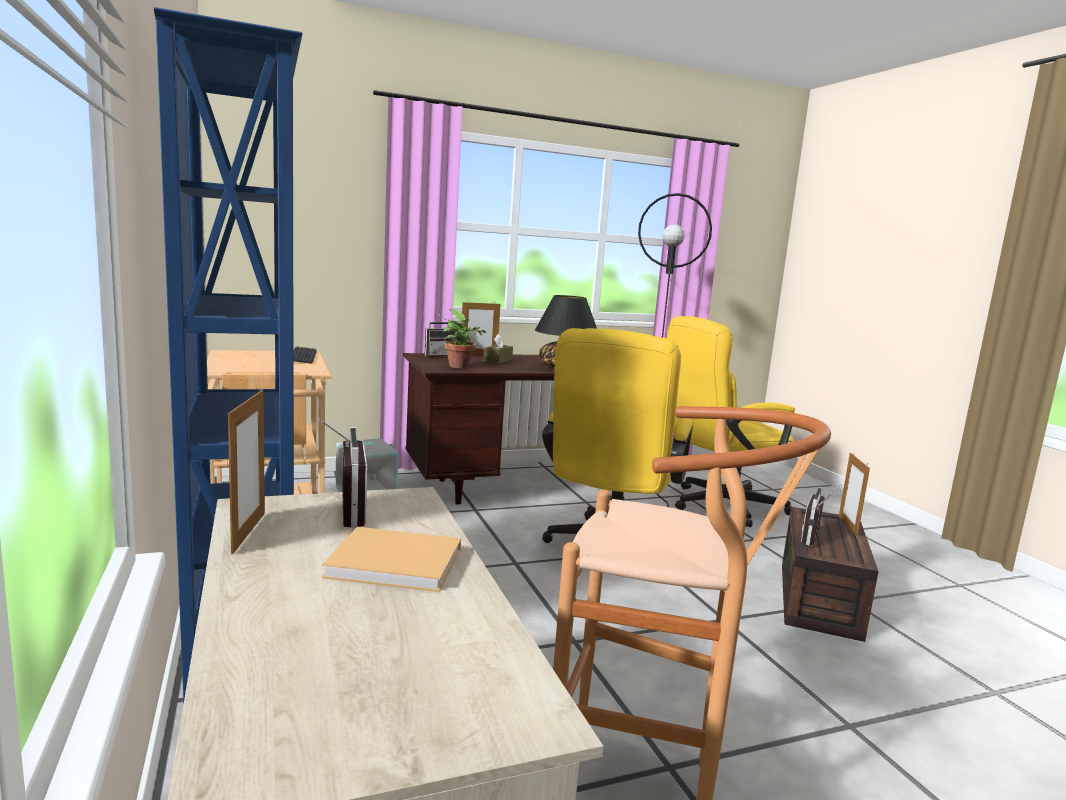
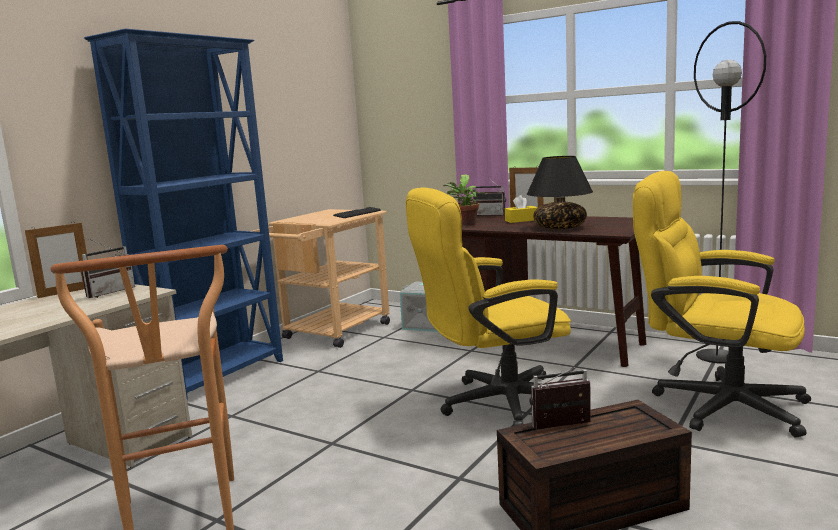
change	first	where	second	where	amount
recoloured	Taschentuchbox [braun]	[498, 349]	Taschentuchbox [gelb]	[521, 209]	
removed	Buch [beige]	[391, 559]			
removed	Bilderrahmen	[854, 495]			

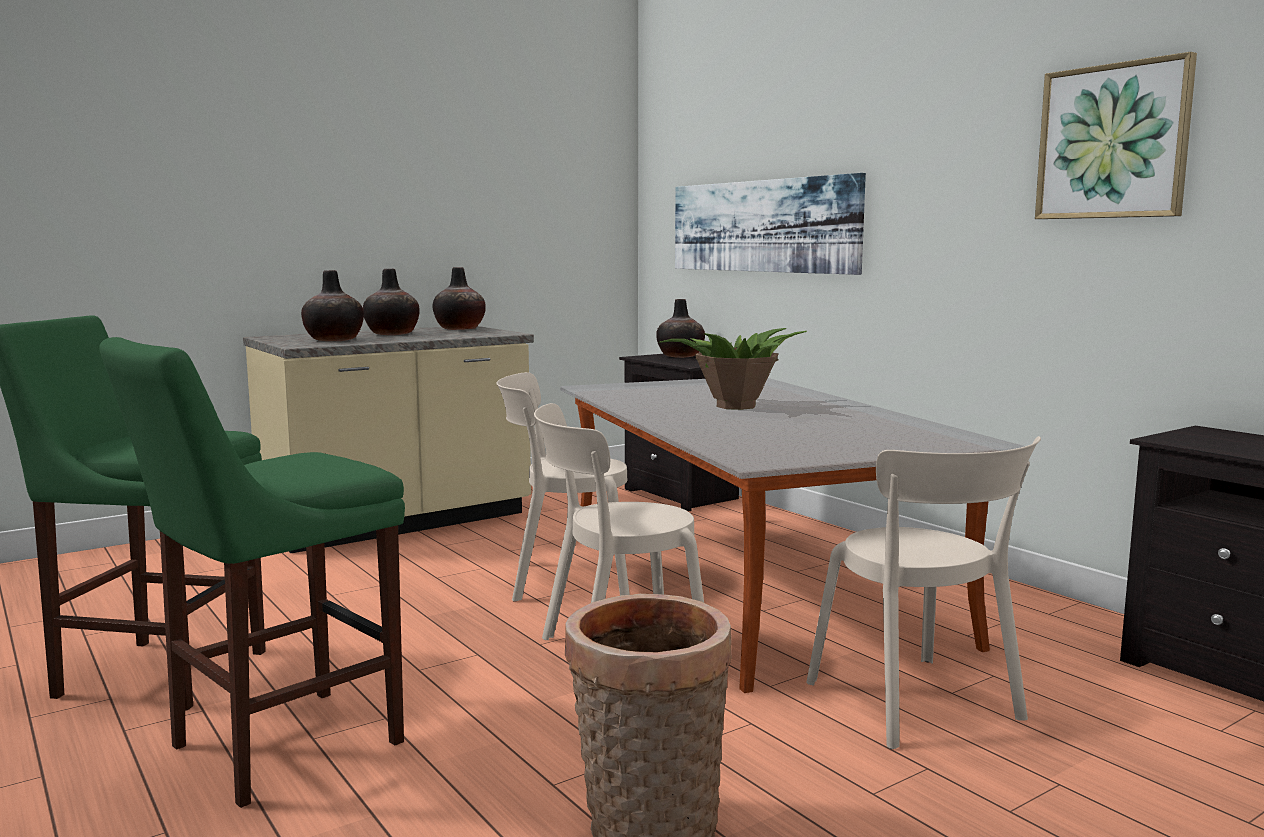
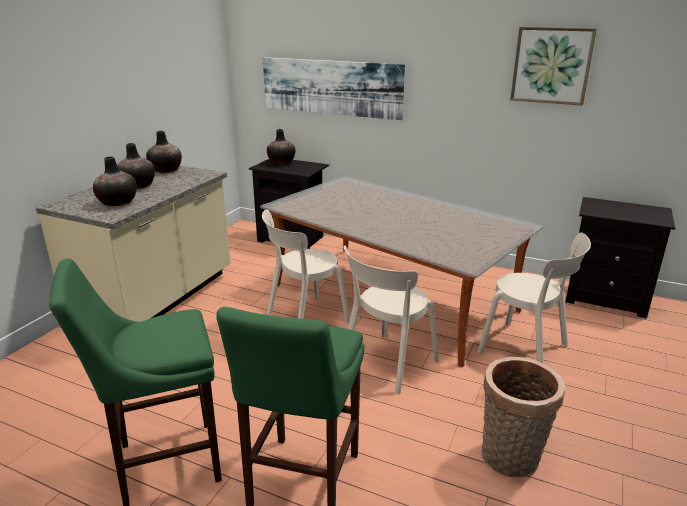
change	first	where	second	where	amount
removed	Topfpflanze	[732, 369]			

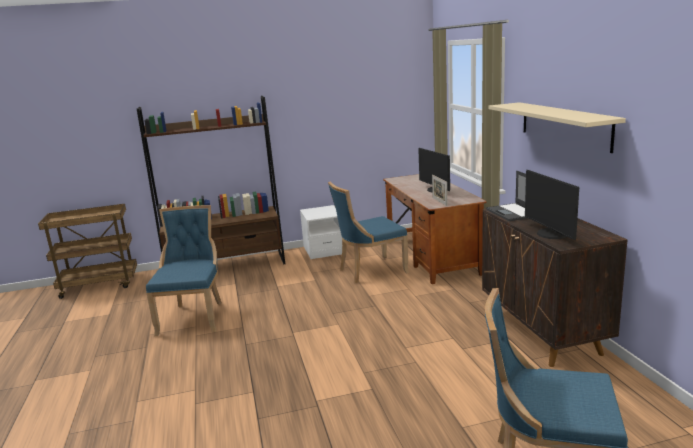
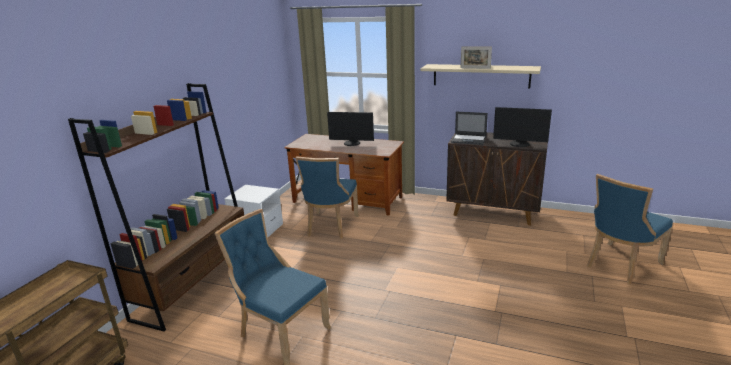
change	first	where	second	where	amount
moved	Bilderrahmen	[439, 190]		[476, 57]	

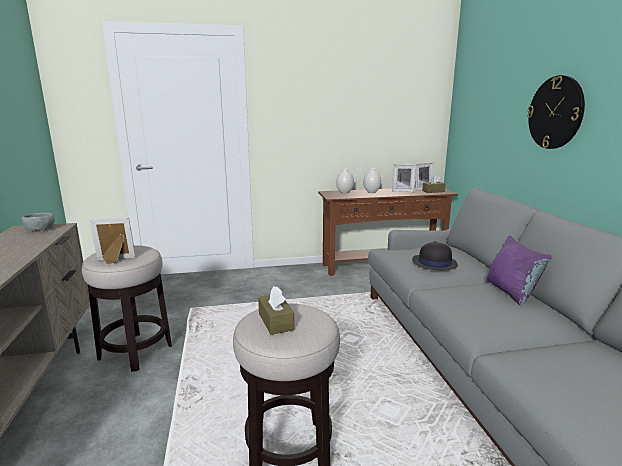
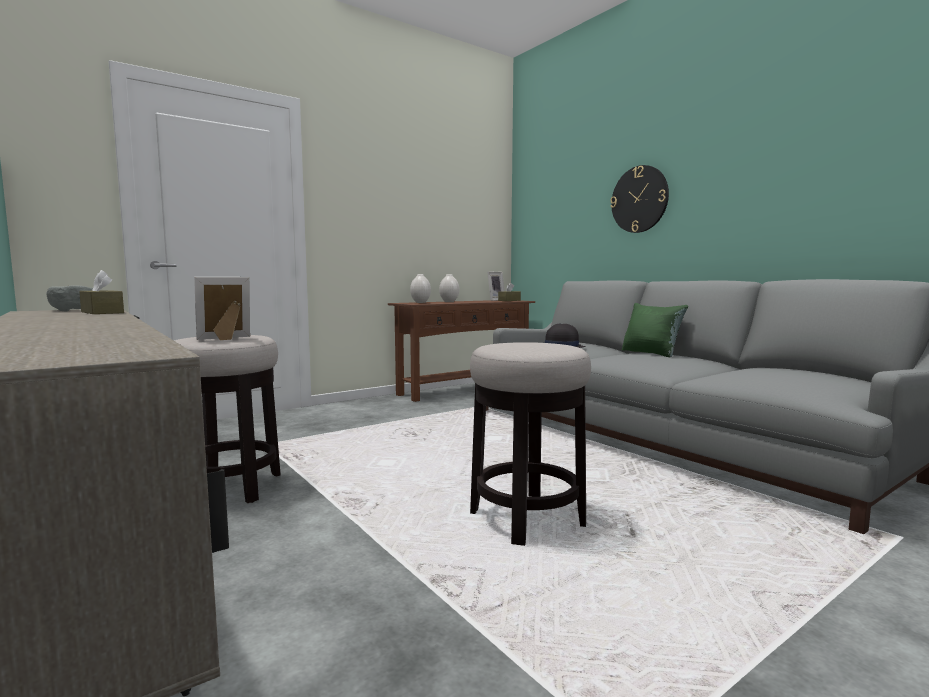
change	first	where	second	where	amount
moved	Taschentuchbox [braun]	[276, 310]		[101, 292]	
recoloured	Kissen [lila]	[519, 270]	Kissen [grün]	[655, 330]	
removed	Bilderrahmen	[404, 178]			

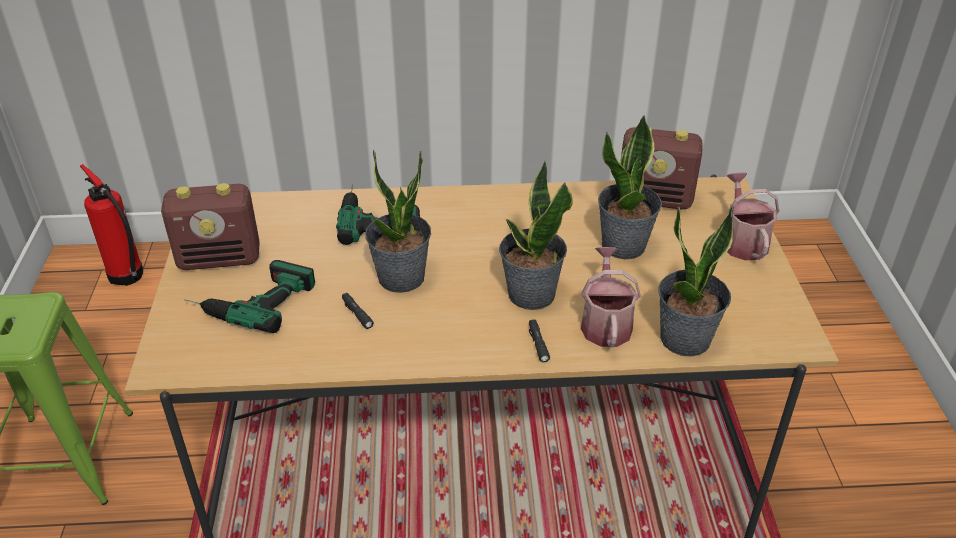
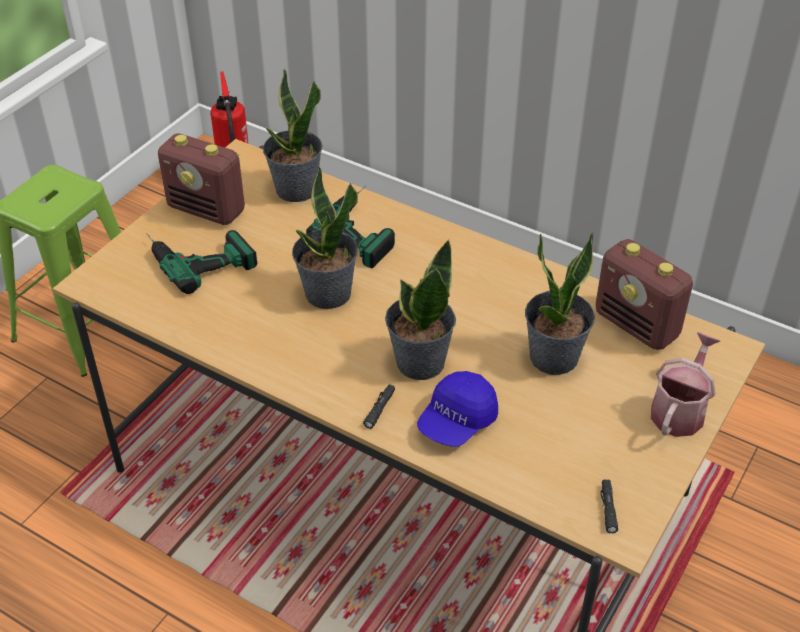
change	first	where	second	where	amount
moved	Topfpflanze	[696, 281]		[292, 135]	
replaced	Gießkanne	[611, 297]	Kappe [blau]	[457, 408]	
moved	Taschenlampe [schwarz]	[358, 311]		[609, 506]	

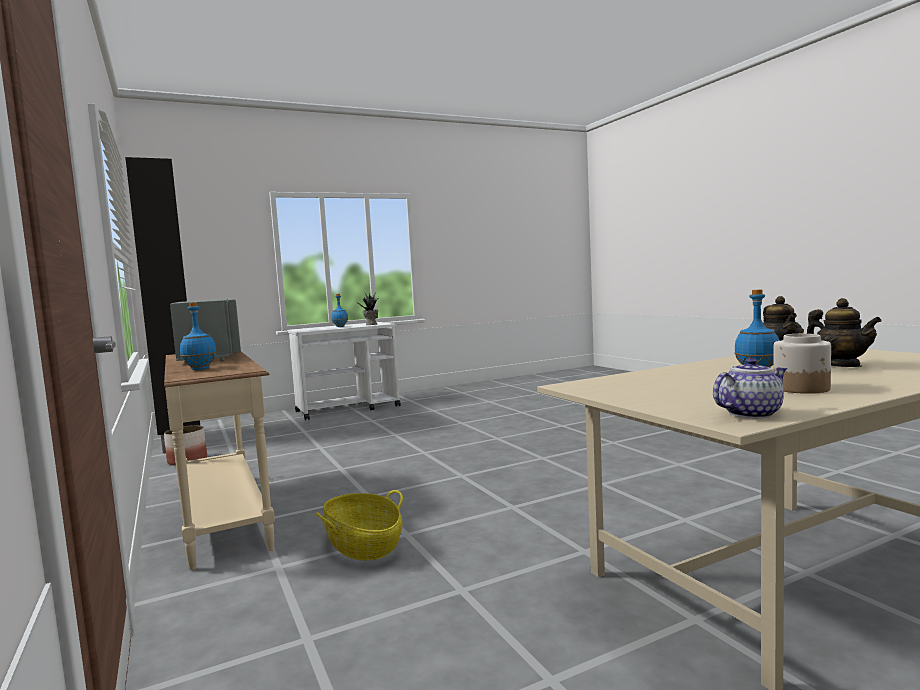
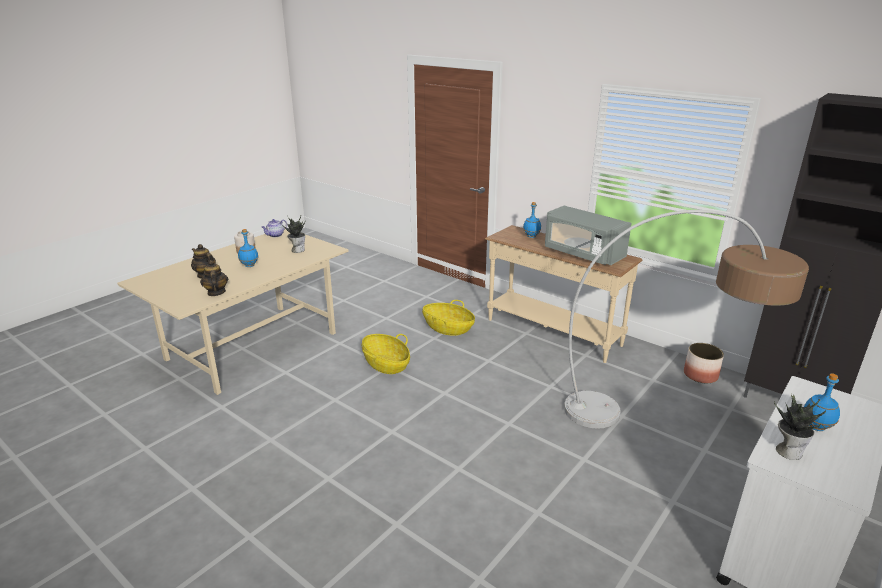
change	first	where	second	where	amount
added			Topfpflanze	[293, 234]	
added			Korb	[386, 354]	
added			Stehlampe	[686, 319]	

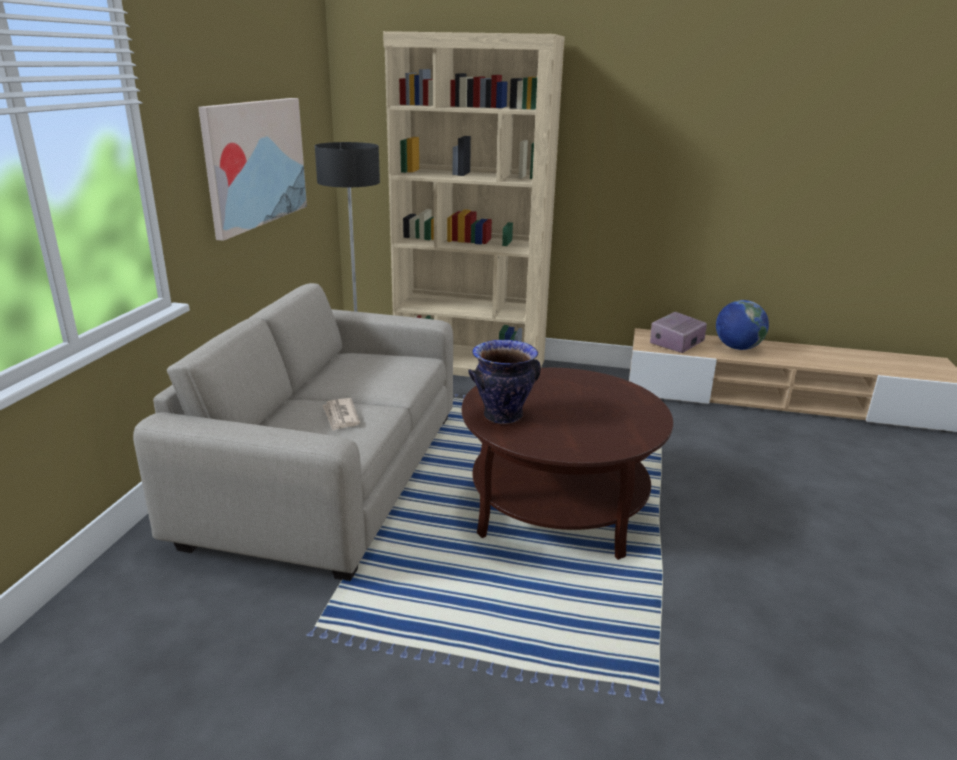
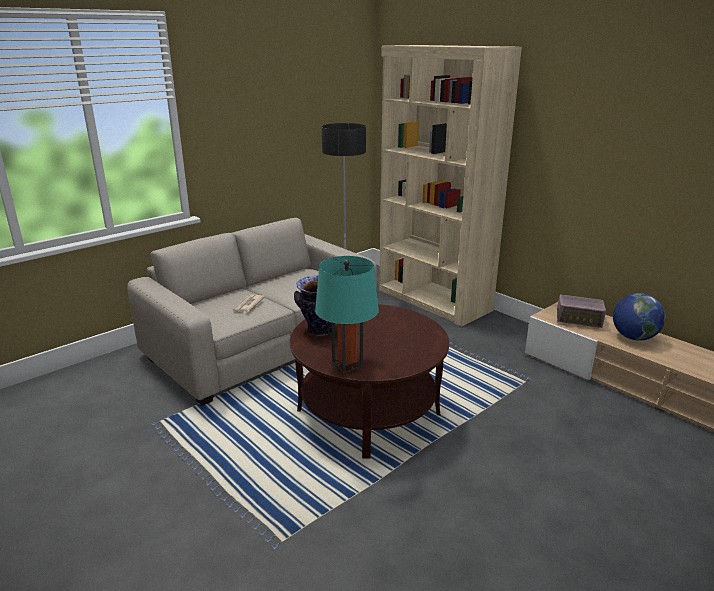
change	first	where	second	where	amount
added			Tischlampe [türkis]	[347, 315]	
turned	Radio	[678, 332]		[581, 311]	150 degrees counterclockwise
removed	Bild	[252, 169]			

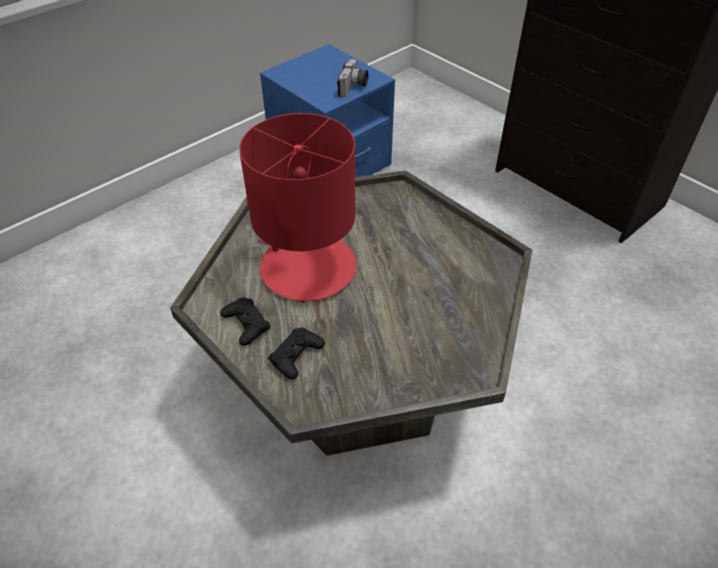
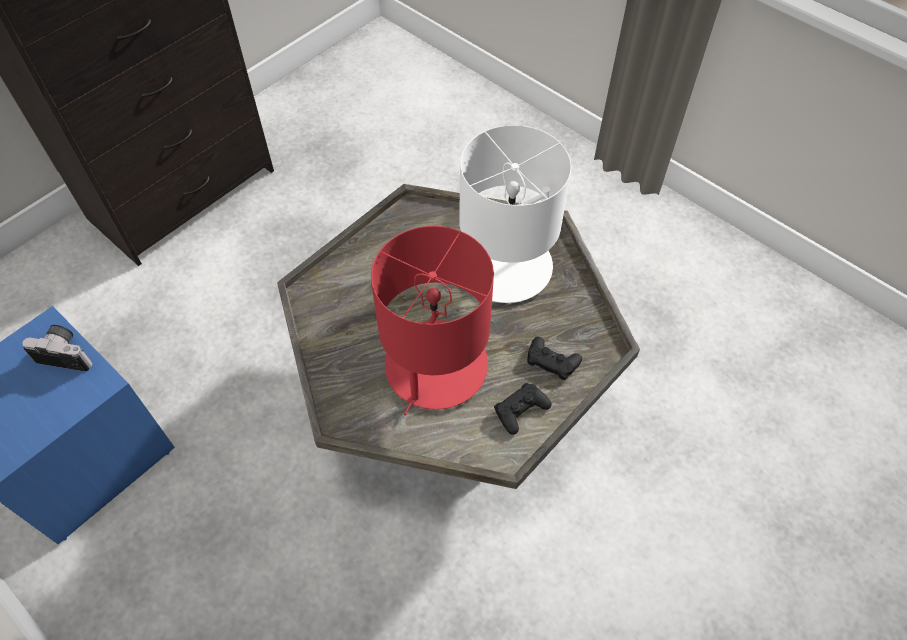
change	first	where	second	where	amount
added			Tischlampe [weiß]	[515, 214]	

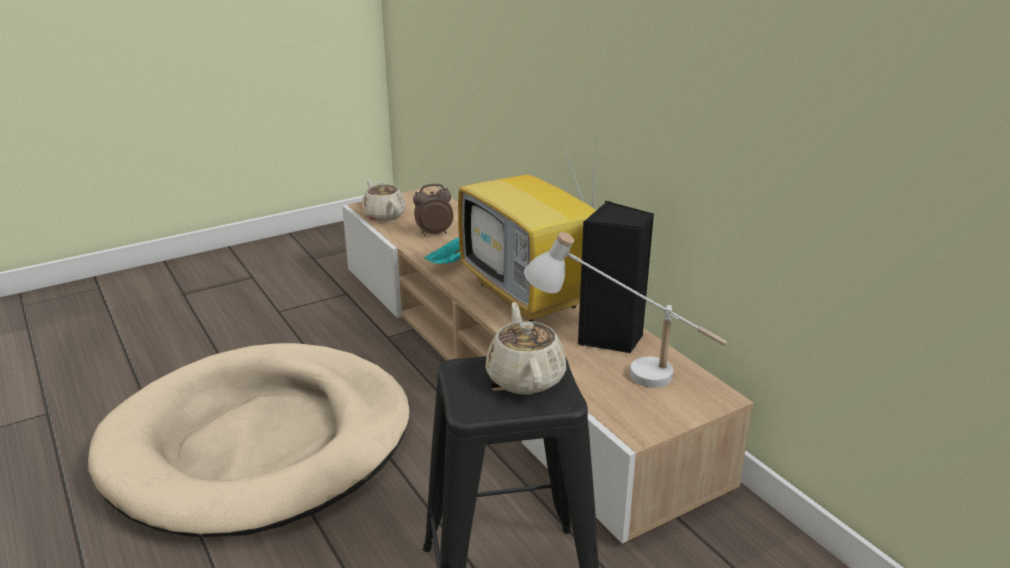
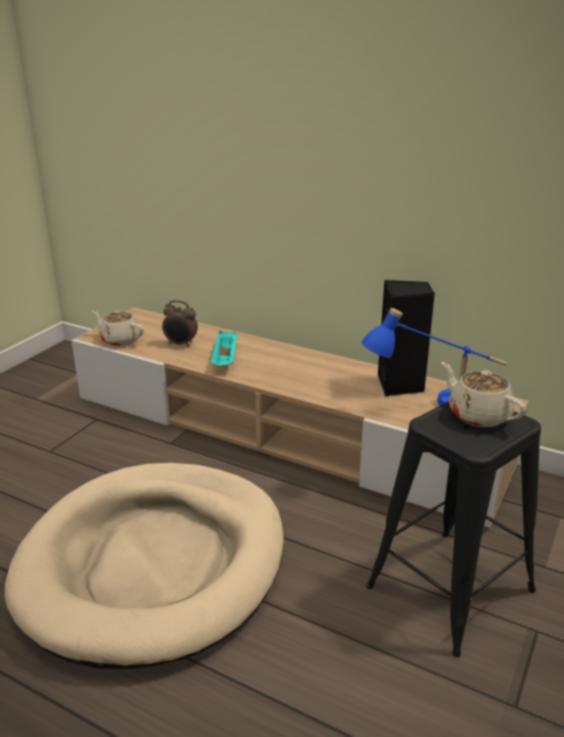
change	first	where	second	where	amount
turned	Wecker	[433, 210]		[180, 323]	120 degrees counterclockwise
recoloured	Tischlampe [weiß]	[625, 310]	Tischlampe [blau]	[434, 356]	
removed	Fernseher	[527, 226]			

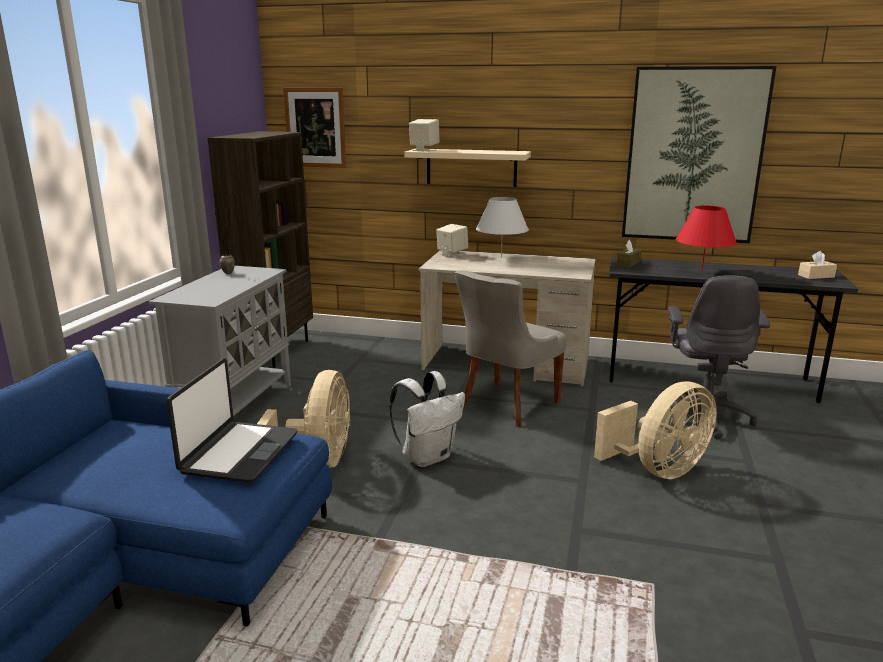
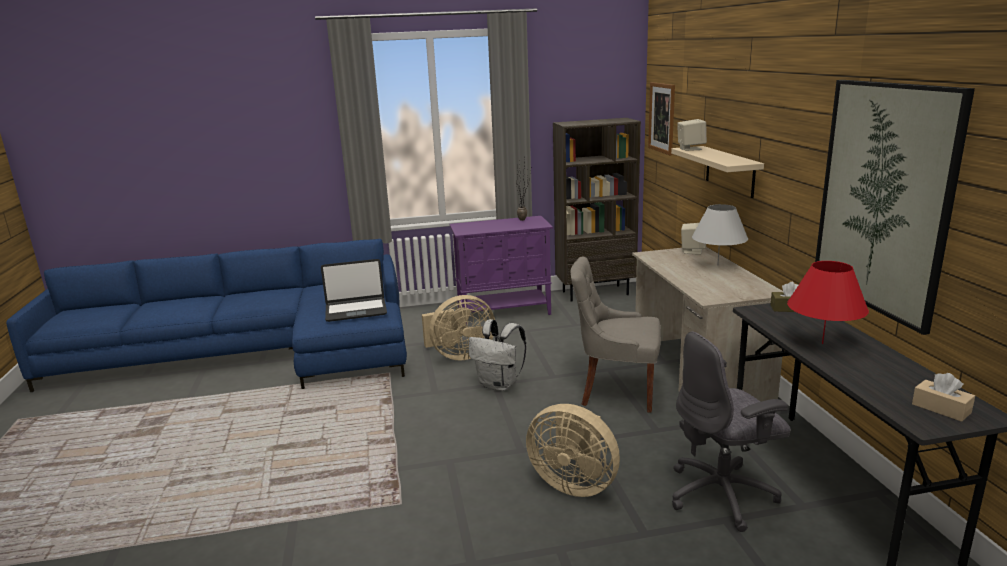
change	first	where	second	where	amount
recoloured	Schrank [grau]	[220, 341]	Schrank [lila]	[501, 270]	

